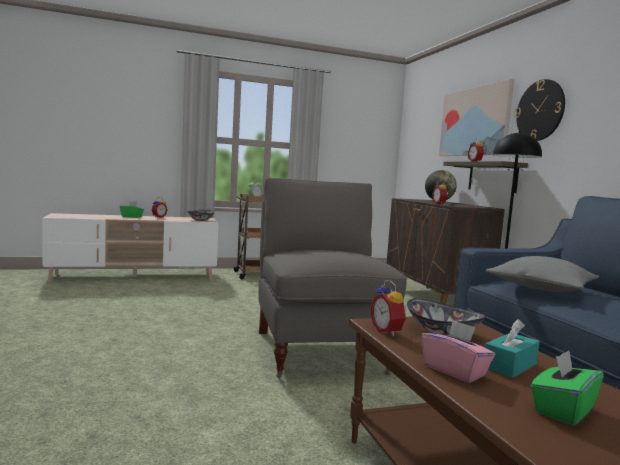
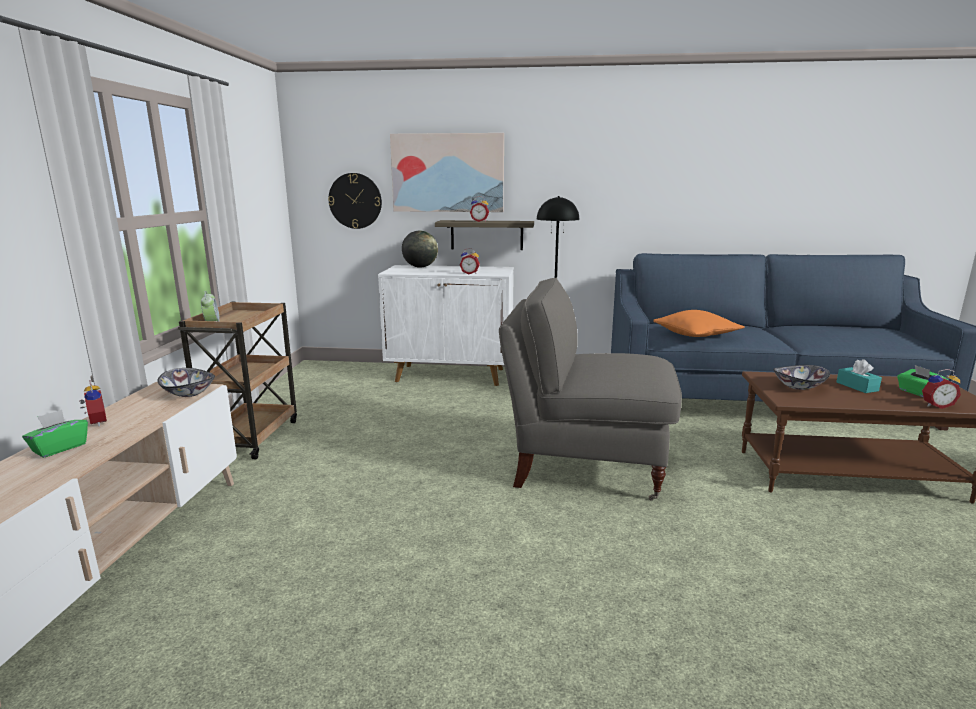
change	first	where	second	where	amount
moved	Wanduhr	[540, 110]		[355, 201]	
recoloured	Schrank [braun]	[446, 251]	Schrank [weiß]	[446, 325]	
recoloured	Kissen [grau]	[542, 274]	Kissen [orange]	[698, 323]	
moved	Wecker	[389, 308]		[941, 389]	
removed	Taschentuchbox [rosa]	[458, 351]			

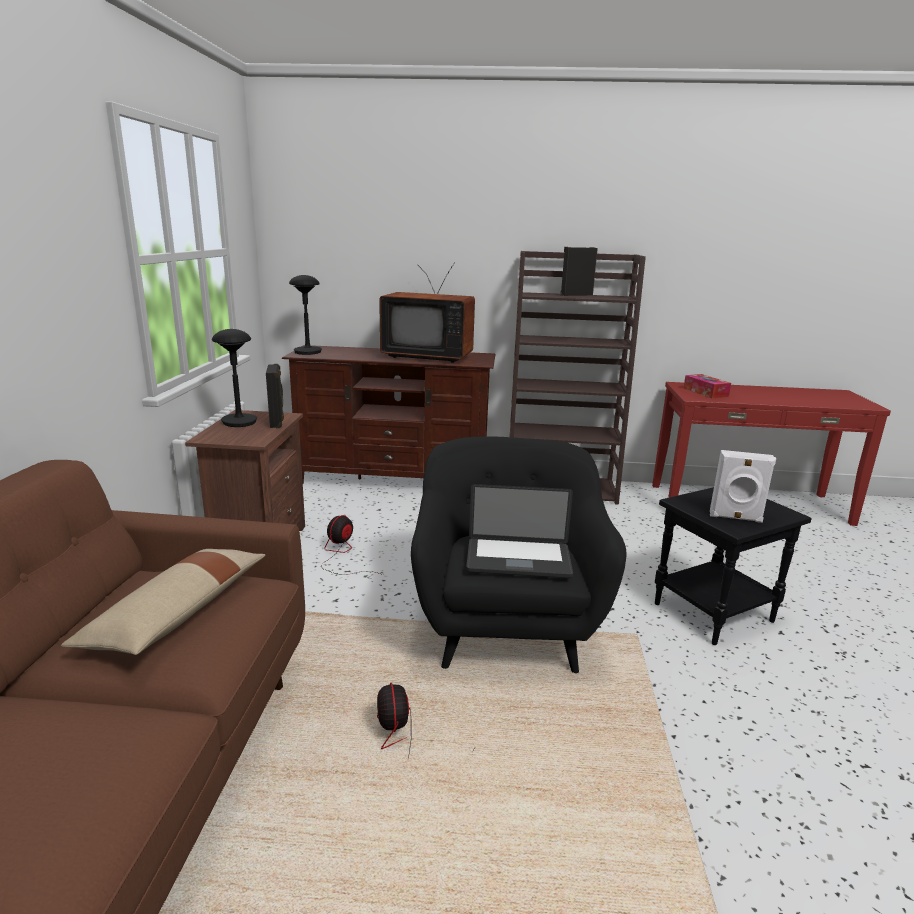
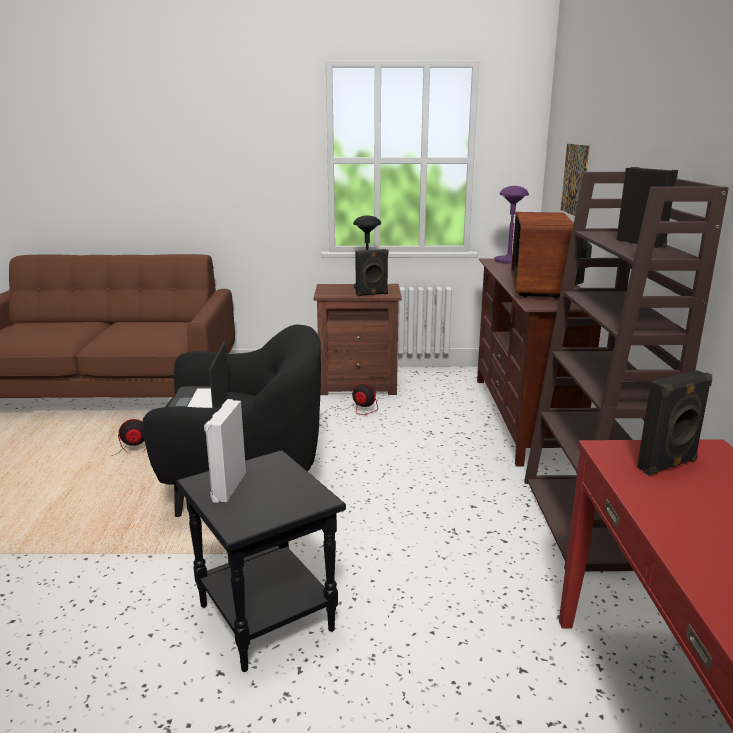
change	first	where	second	where	amount
recoloured	Tischlampe [schwarz]	[305, 315]	Tischlampe [lila]	[511, 225]	
added			Bild	[575, 180]	
replaced	Taschentuchbox	[707, 386]	Lautsprecher [schwarz]	[674, 423]	
removed	Kissen [beige]	[163, 602]			

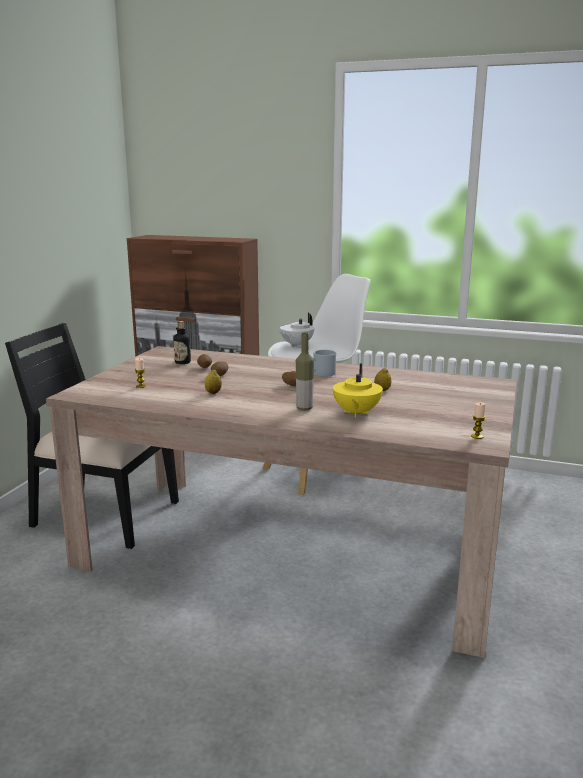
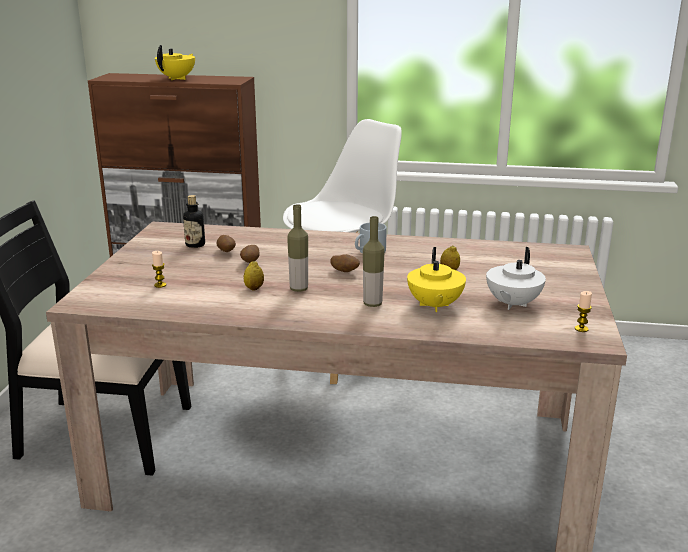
change	first	where	second	where	amount
added			Teekanne [gelb]	[175, 62]	
added			Flasche	[297, 248]	
moved	Teekanne [weiß]	[297, 330]		[516, 278]	

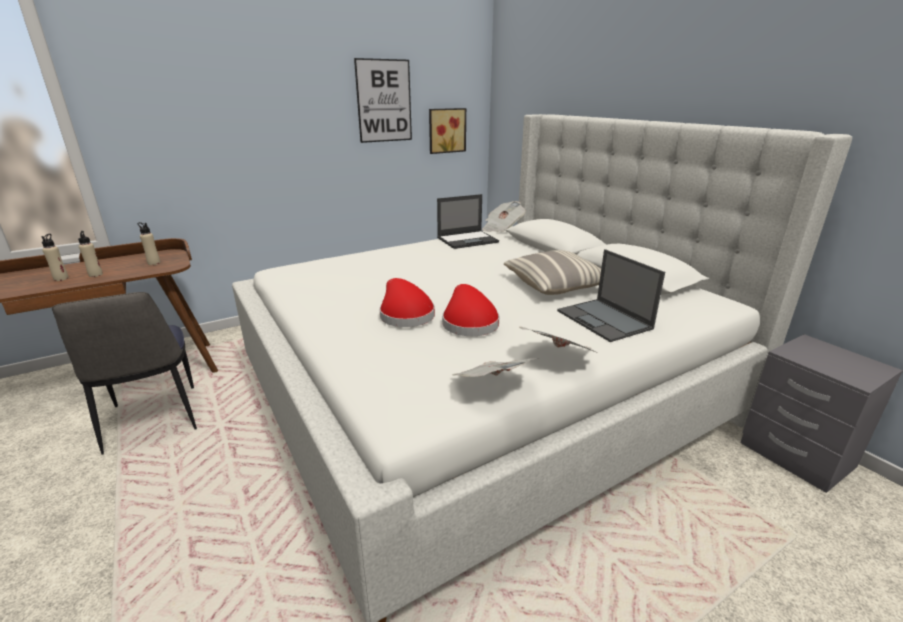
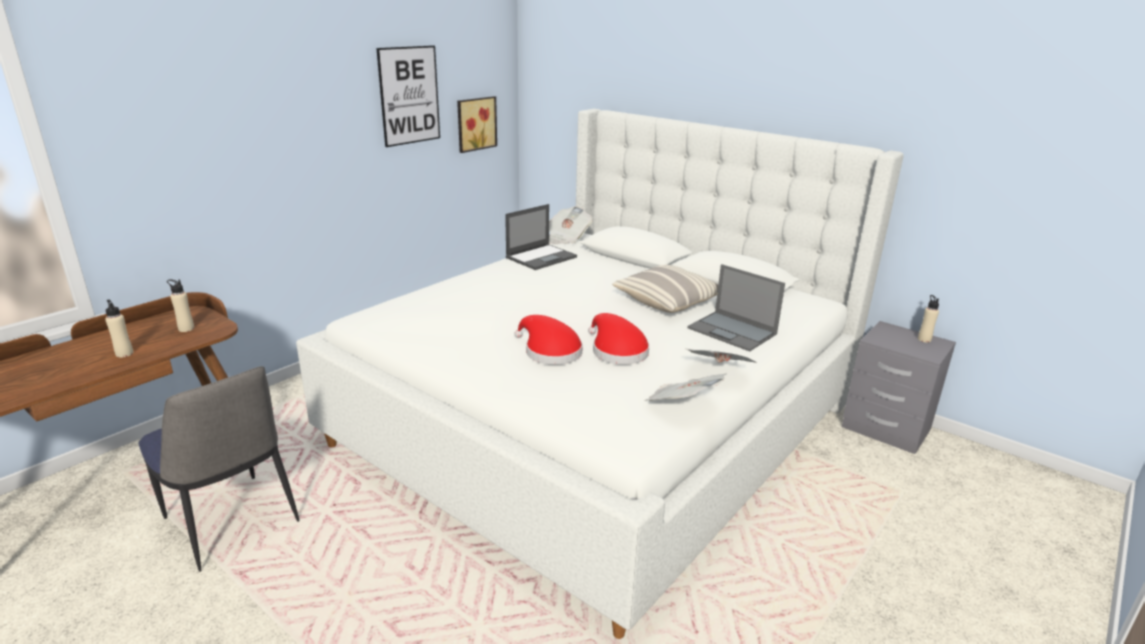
change	first	where	second	where	amount
moved	Flasche [beige]	[55, 257]		[928, 319]	

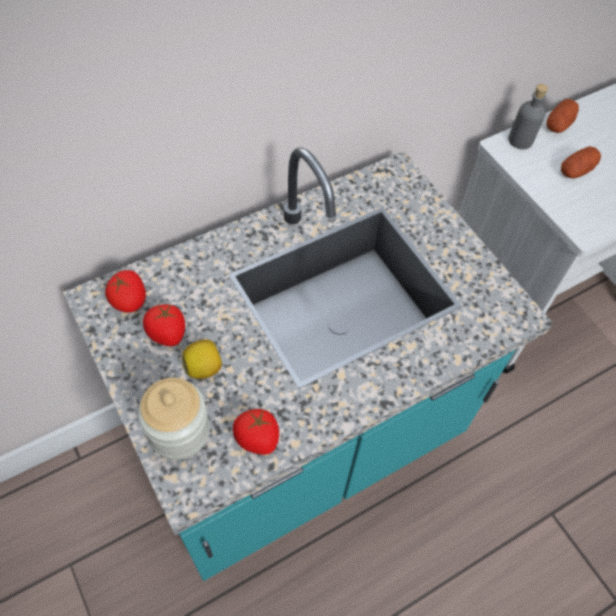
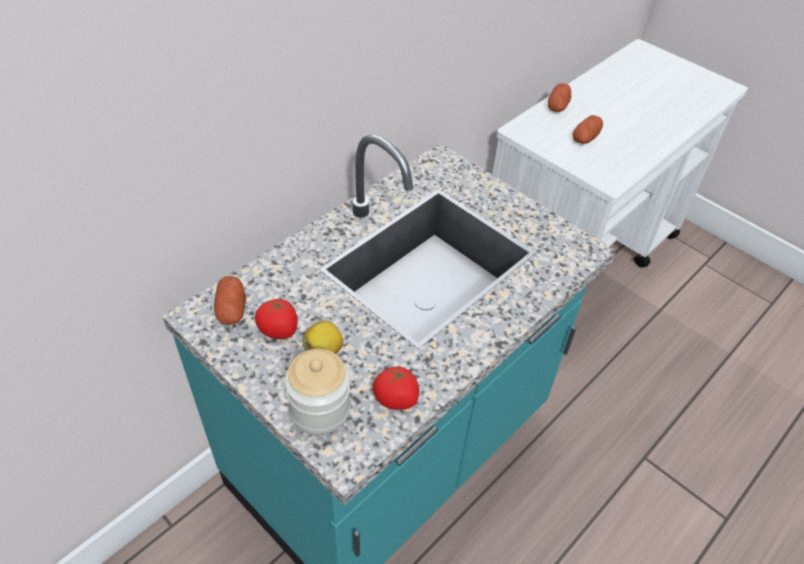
change	first	where	second	where	amount
replaced	Tomate	[125, 291]	Kartoffel	[230, 300]	
removed	Flasche [grau]	[528, 116]			

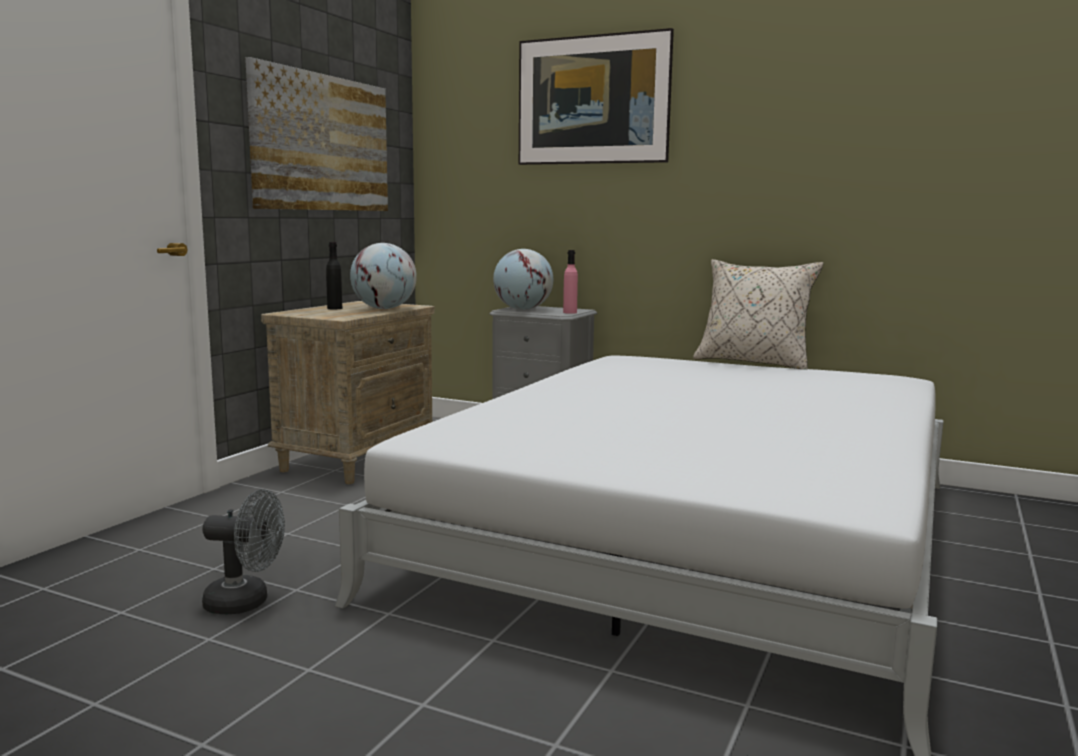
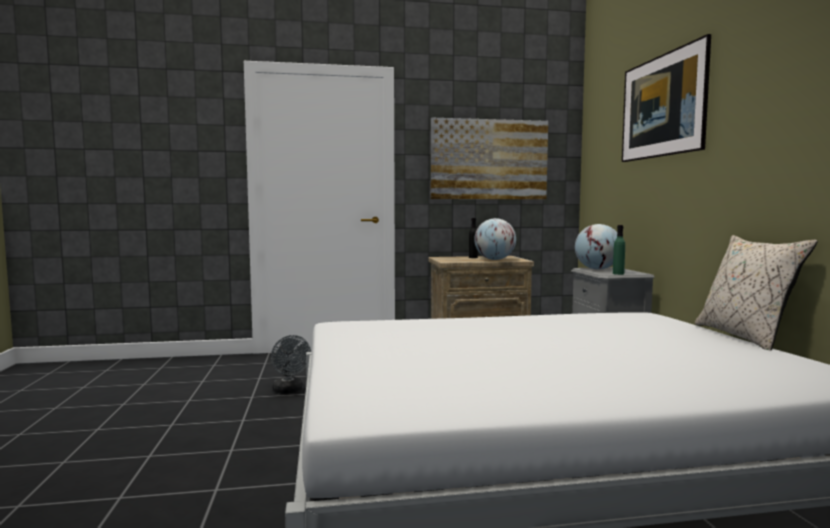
change	first	where	second	where	amount
recoloured	Flasche [rosa]	[570, 282]	Flasche [grün]	[619, 250]	

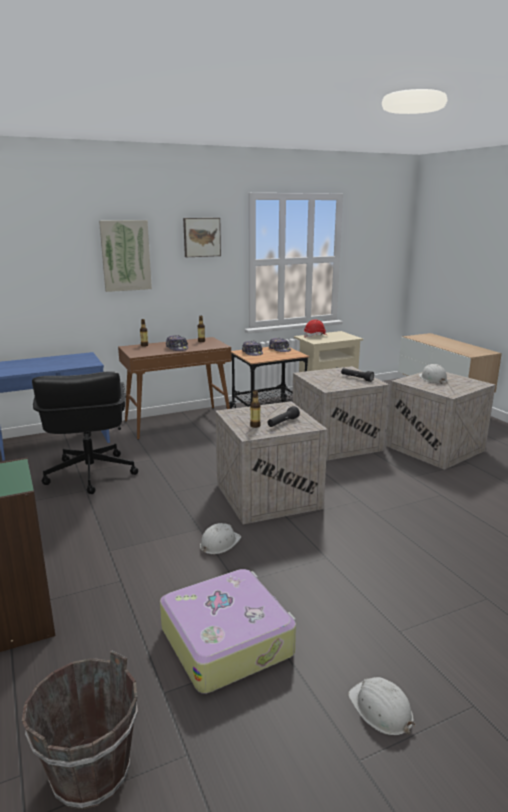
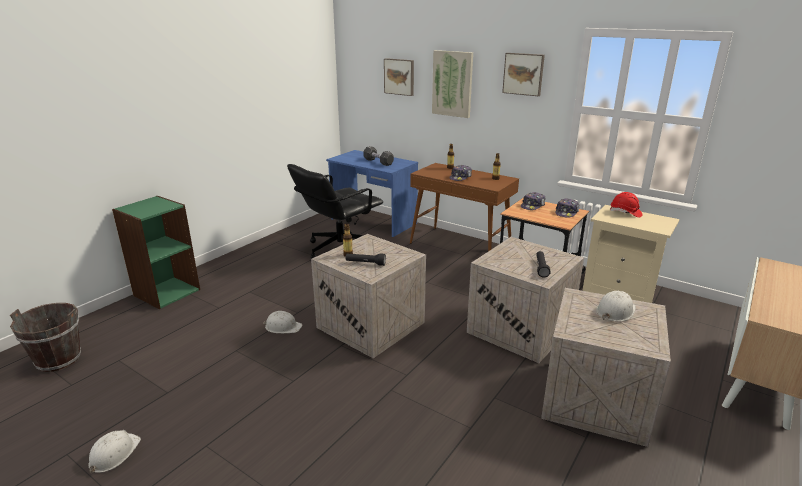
change	first	where	second	where	amount
added			Hantel [schwarz]	[378, 156]	
added			Bild	[399, 77]	
removed	Koffer	[228, 631]			

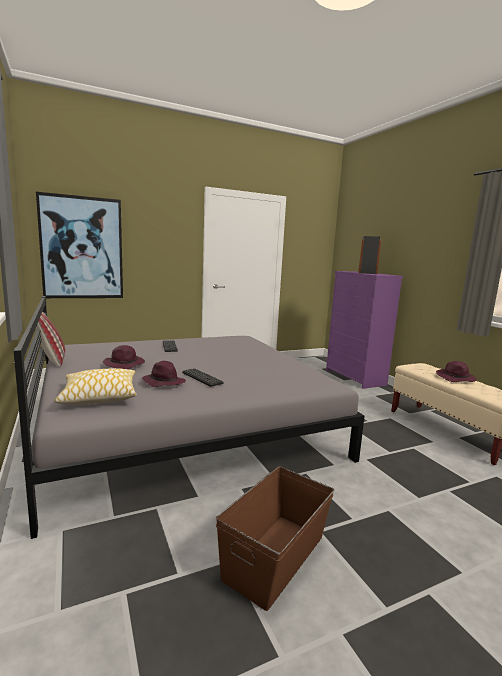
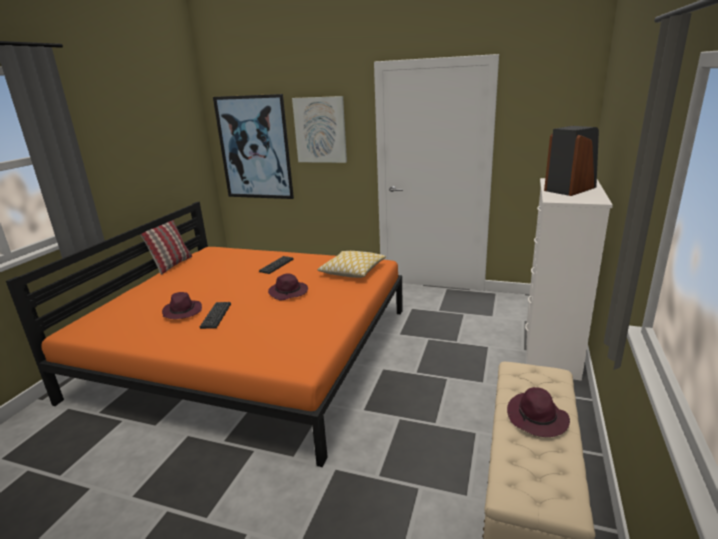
change	first	where	second	where	amount
recoloured	Bett [grau]	[189, 417]	Bett [orange]	[204, 334]	
moved	Hut [lila]	[124, 357]		[288, 287]	
added			Bild	[319, 129]	
moved	Kissen	[95, 386]		[352, 264]	
recoloured	Kommode [lila]	[364, 330]	Kommode [weiß]	[569, 279]	
removed	Aufbewahrungsbox [braun]	[275, 538]			

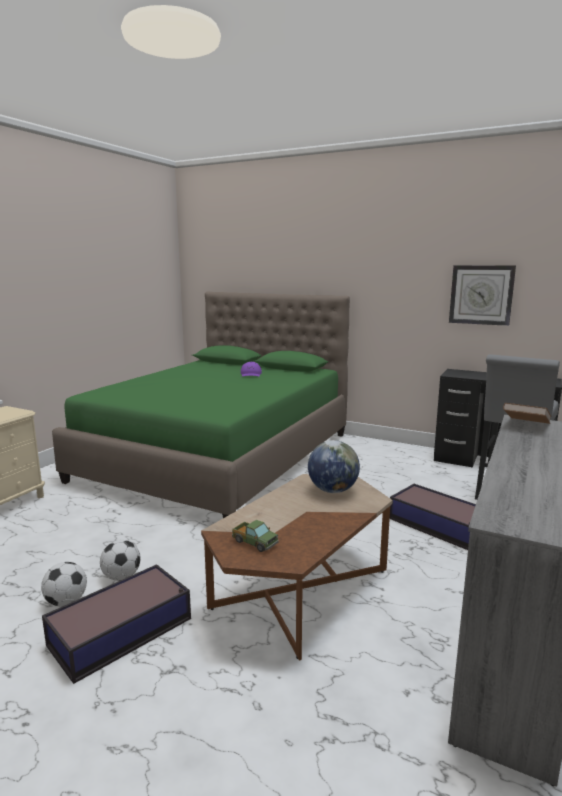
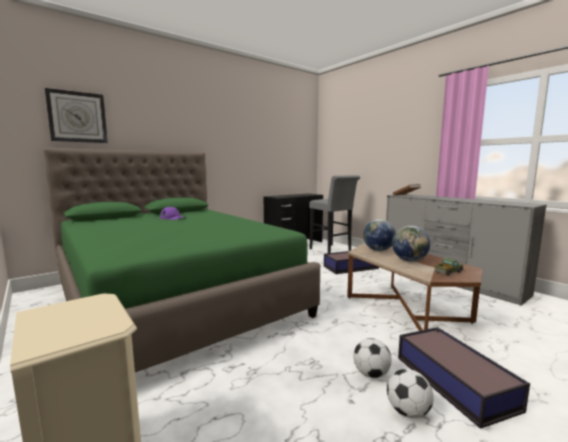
change	first	where	second	where	amount
moved	Wanduhr	[482, 295]		[76, 115]	
added			Globus	[411, 244]	

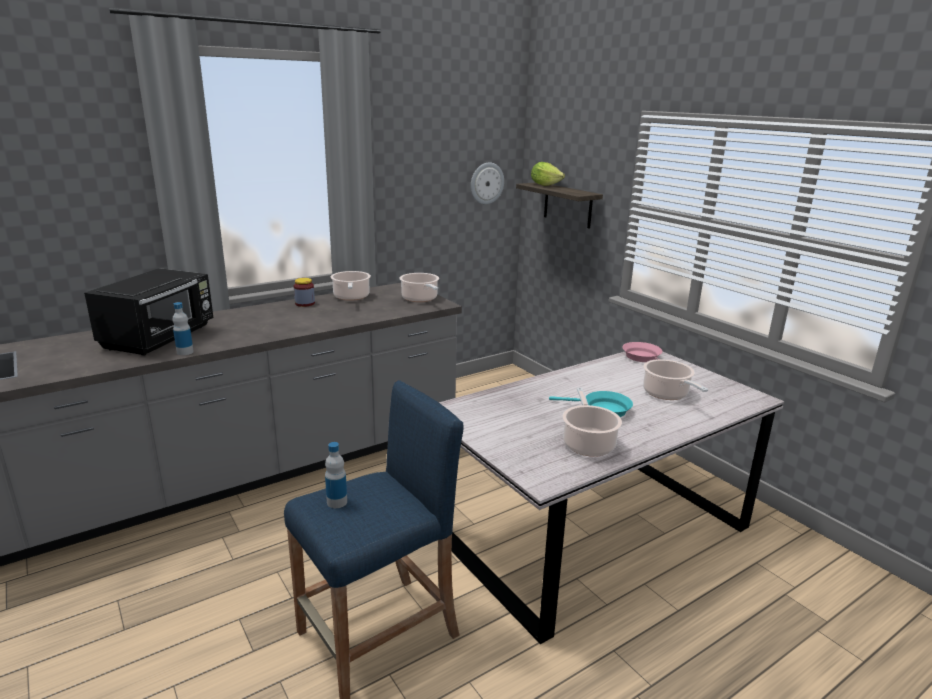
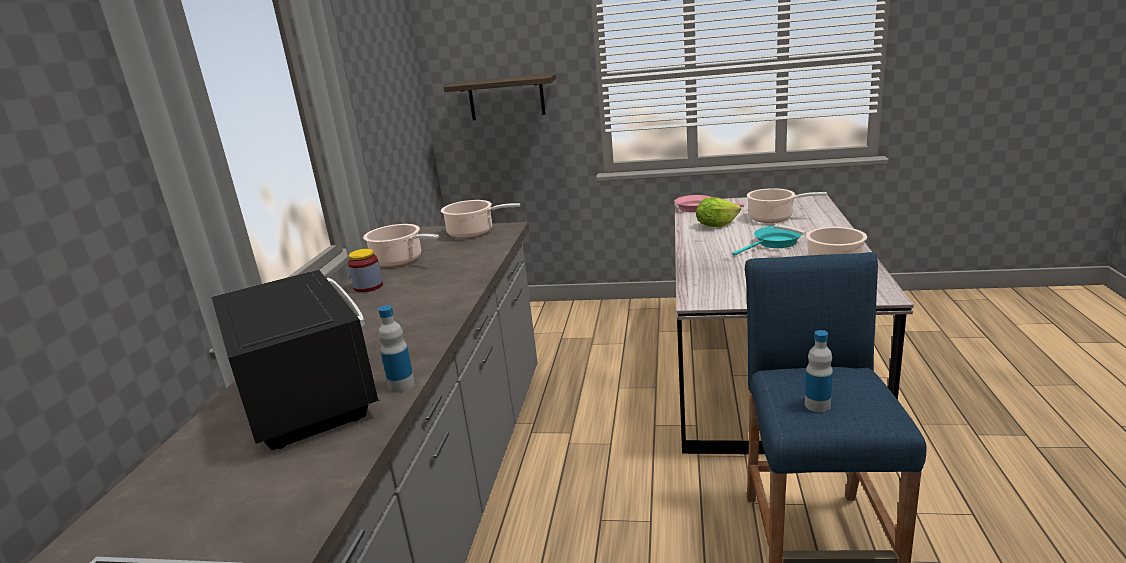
change	first	where	second	where	amount
moved	Salatkopf	[548, 174]		[718, 212]	
removed	Wanduhr	[487, 183]			

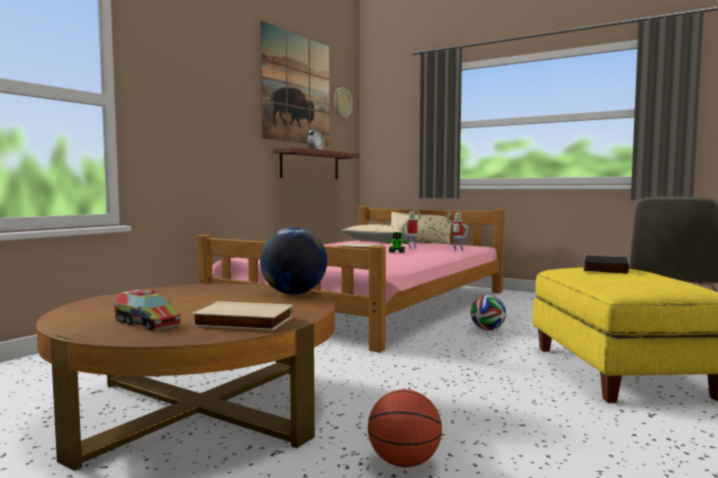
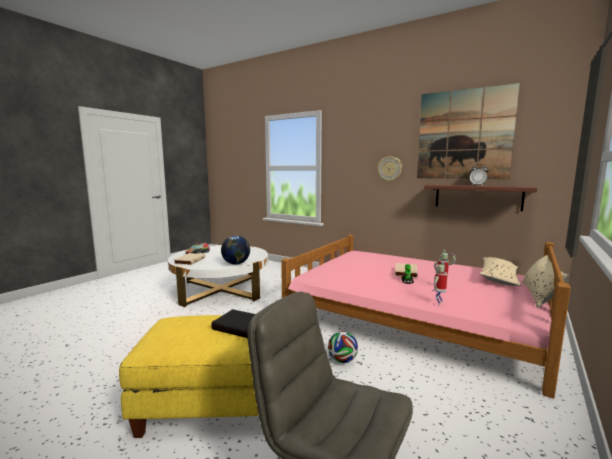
change	first	where	second	where	amount
recoloured	Couchtisch [braun]	[185, 377]	Couchtisch [weiß]	[218, 276]	
moved	Wanduhr	[343, 103]		[389, 169]	
removed	Basketball	[405, 428]			

